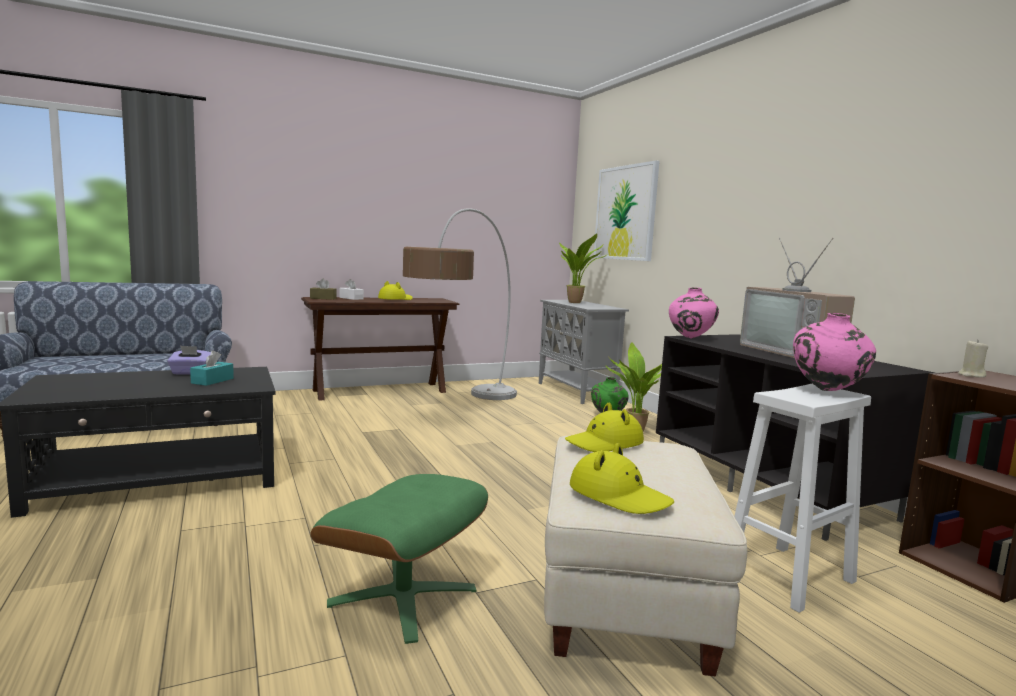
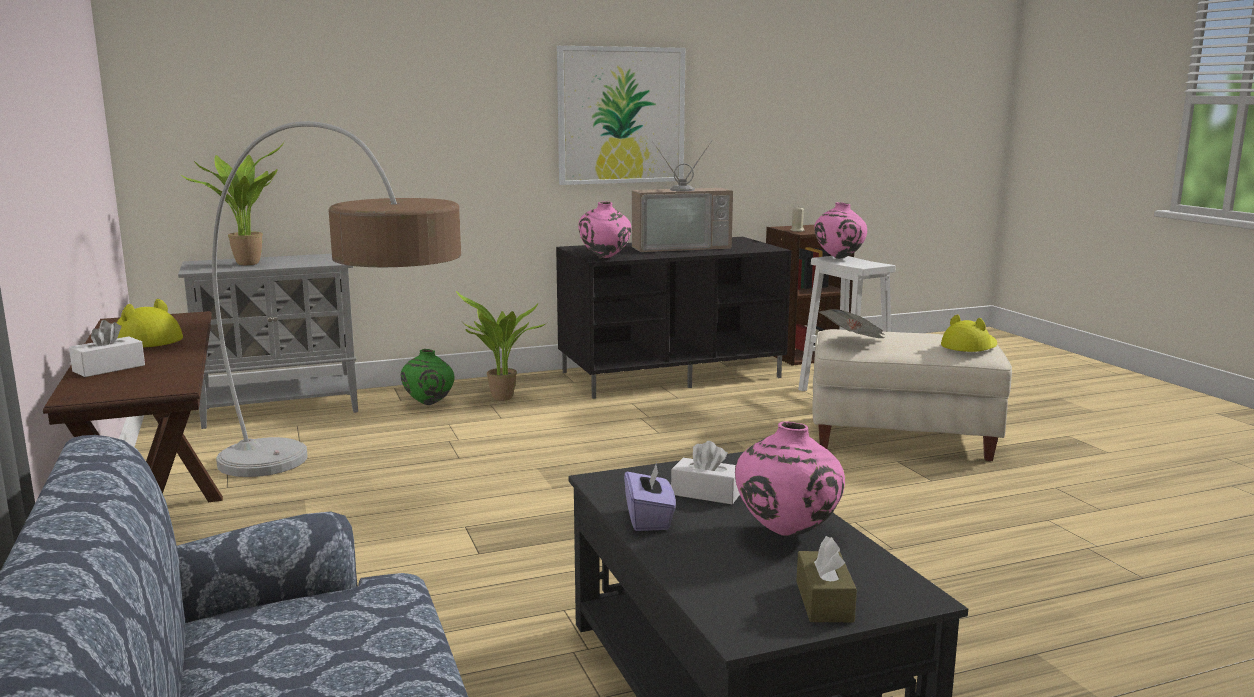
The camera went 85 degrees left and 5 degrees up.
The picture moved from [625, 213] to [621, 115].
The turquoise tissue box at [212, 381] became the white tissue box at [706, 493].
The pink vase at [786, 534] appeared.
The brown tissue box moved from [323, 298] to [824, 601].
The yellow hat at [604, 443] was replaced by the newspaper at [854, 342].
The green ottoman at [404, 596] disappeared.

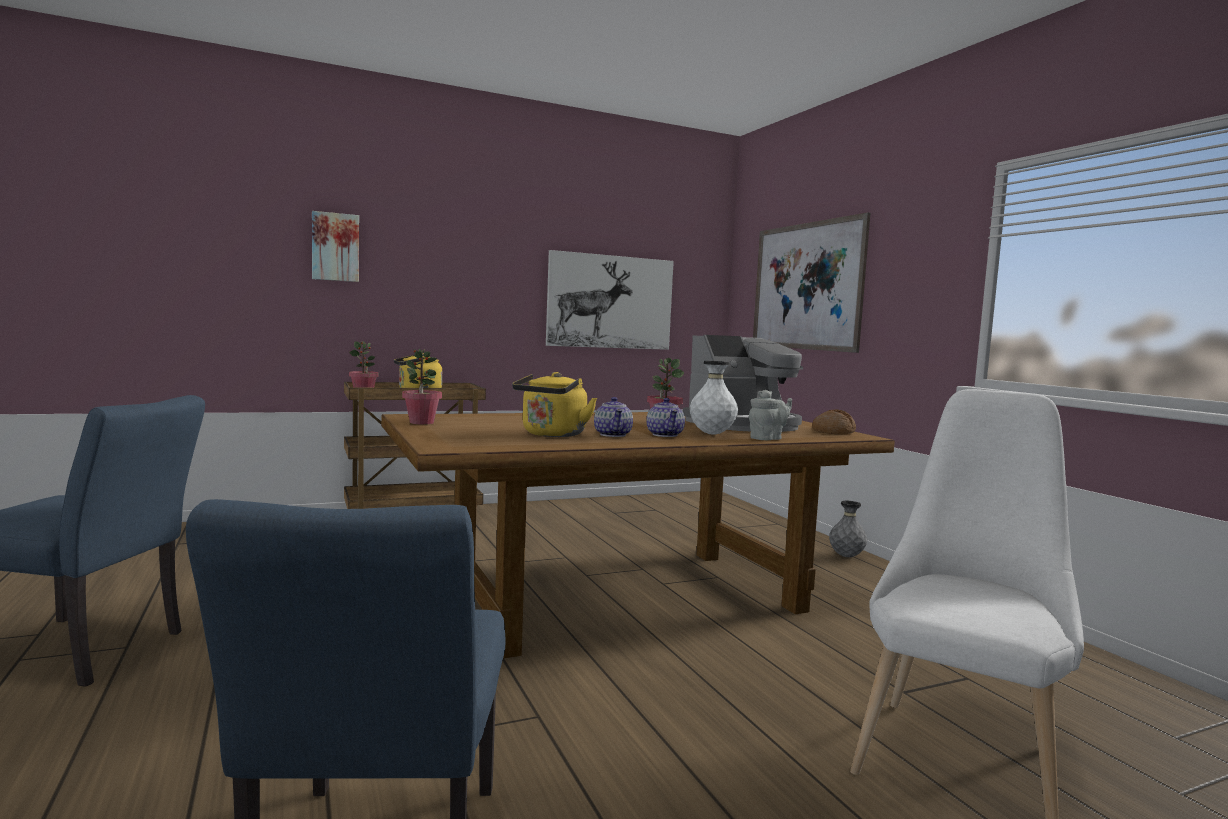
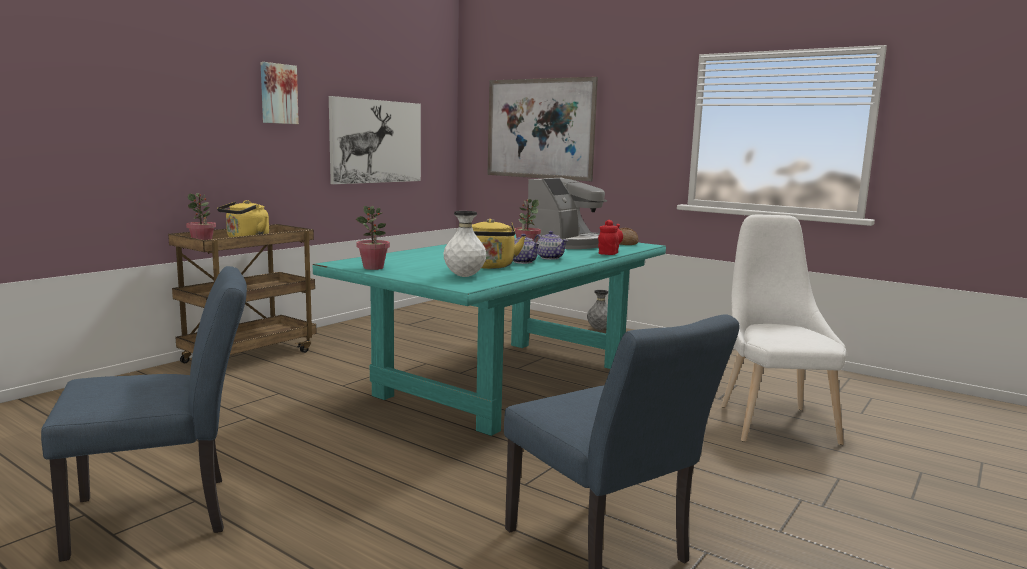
The camera went 30 degrees left and 5 degrees up.
The picture moved from [335, 247] to [278, 94].
The brown dining table at [627, 595] became the turquoise dining table at [507, 380].
The white vase moved from [712, 434] to [464, 276].
The grey teapot at [768, 439] became the red teapot at [609, 253].

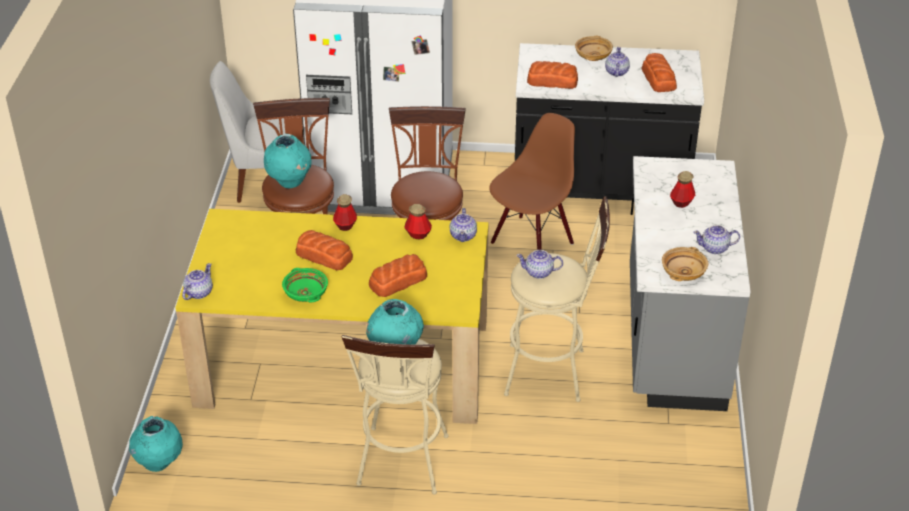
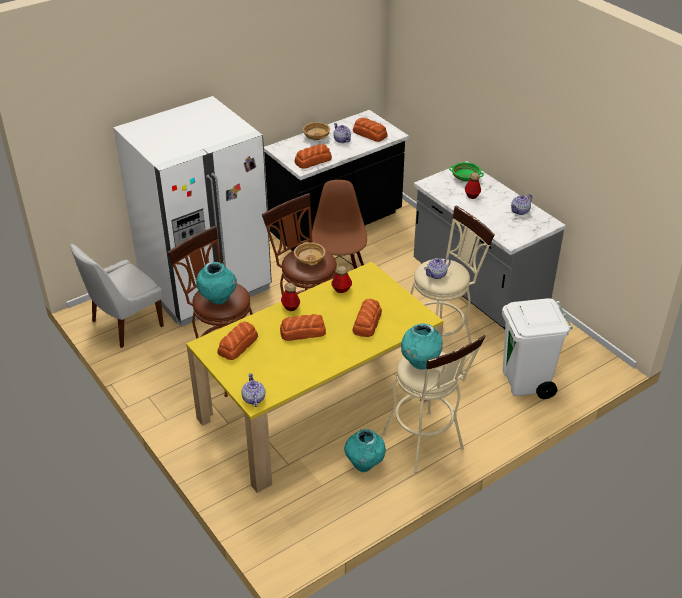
The camera went 40 degrees left and 0 degrees up.
The bread at [238, 345] appeared.
The beige bowl moved from [683, 272] to [309, 259].
The turquoise vase moved from [159, 463] to [364, 464].
The green bowl moved from [306, 294] to [466, 177].
The white trash can at [526, 382] appeared.
The teapot at [463, 235] disappeared.

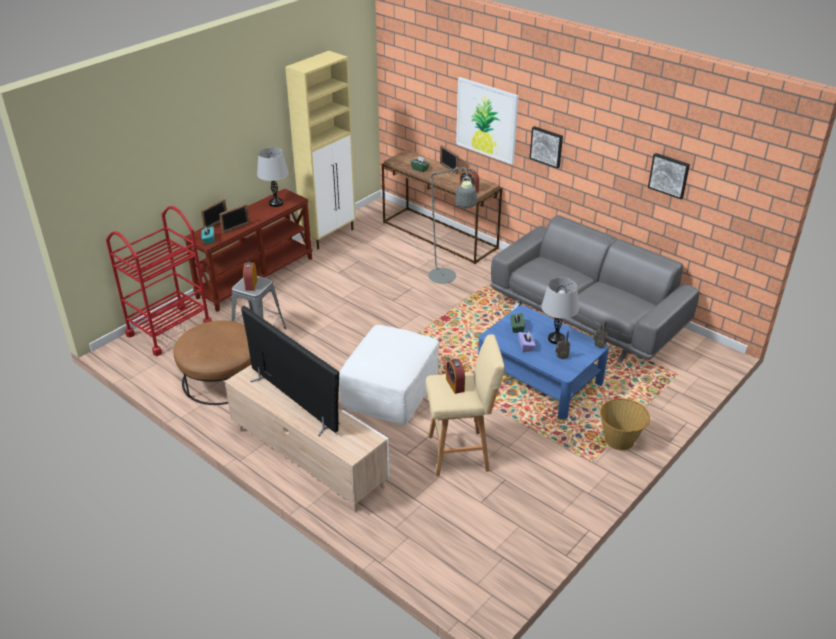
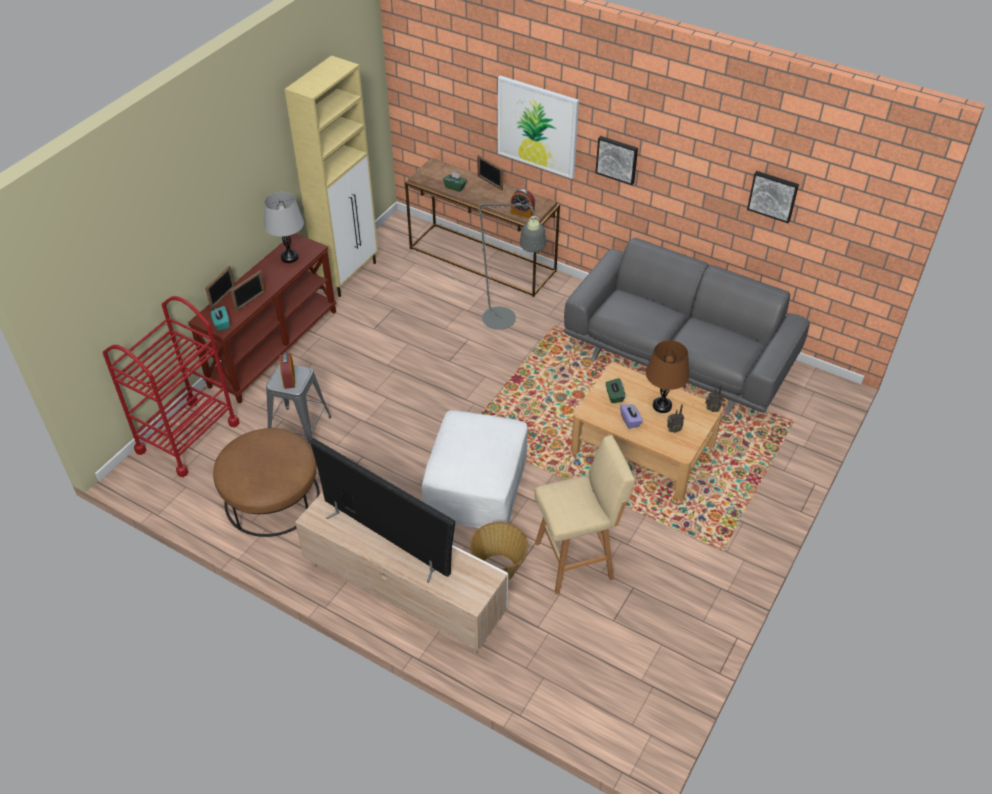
The camera went 10 degrees left and 10 degrees up.
The basket moved from [620, 440] to [498, 569].
The blue coffee table at [539, 378] became the beige coffee table at [643, 448].
The grey table lamp at [556, 339] became the brown table lamp at [662, 406].
The alarm clock at [455, 385] disappeared.

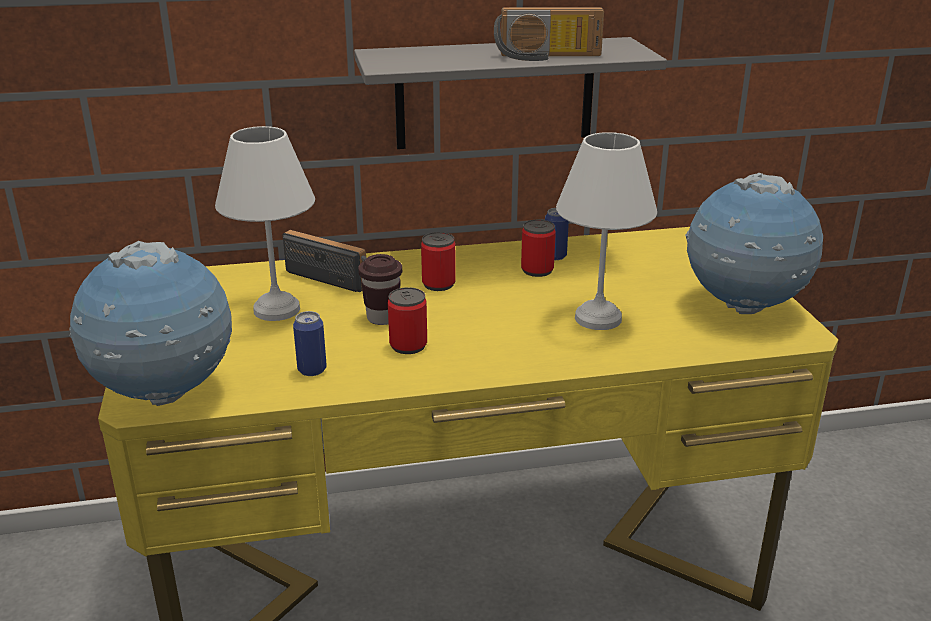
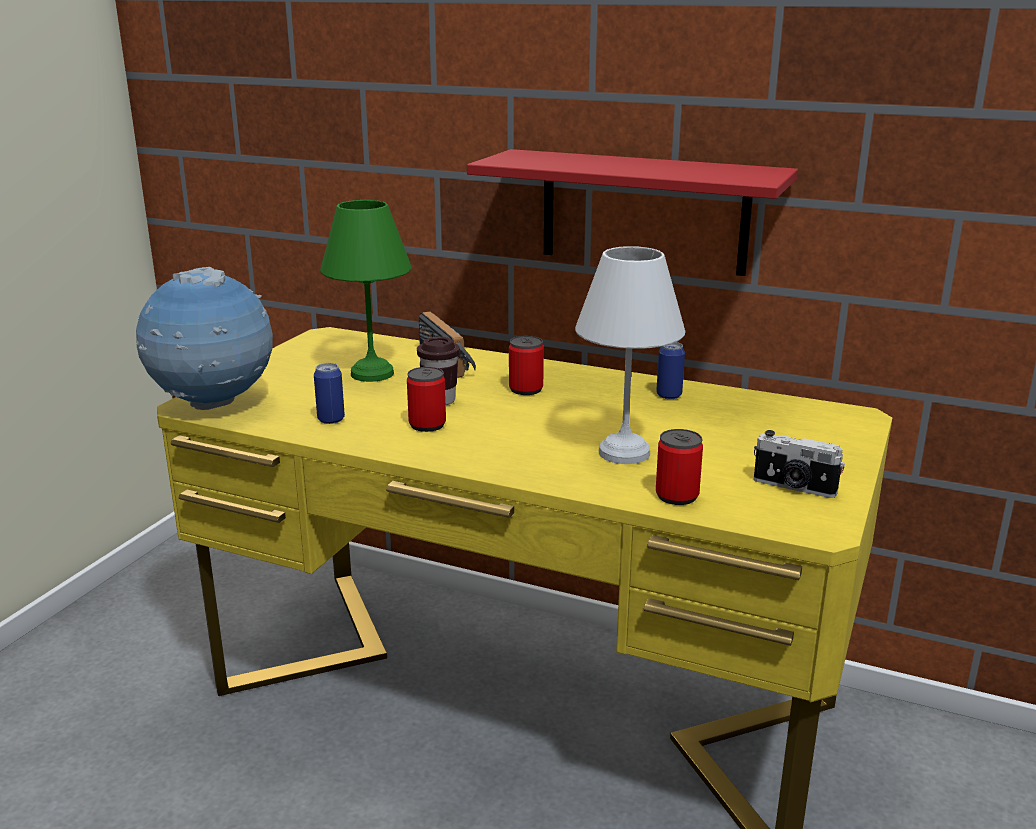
The camera went 35 degrees right and 5 degrees down.
The white table lamp at [278, 309] became the green table lamp at [374, 373].
The grey shelf at [495, 93] became the red shelf at [644, 212].
The can moved from [537, 270] to [677, 496].
The globe at [743, 308] was replaced by the photo camera at [794, 487].
The radio at [547, 57] disappeared.

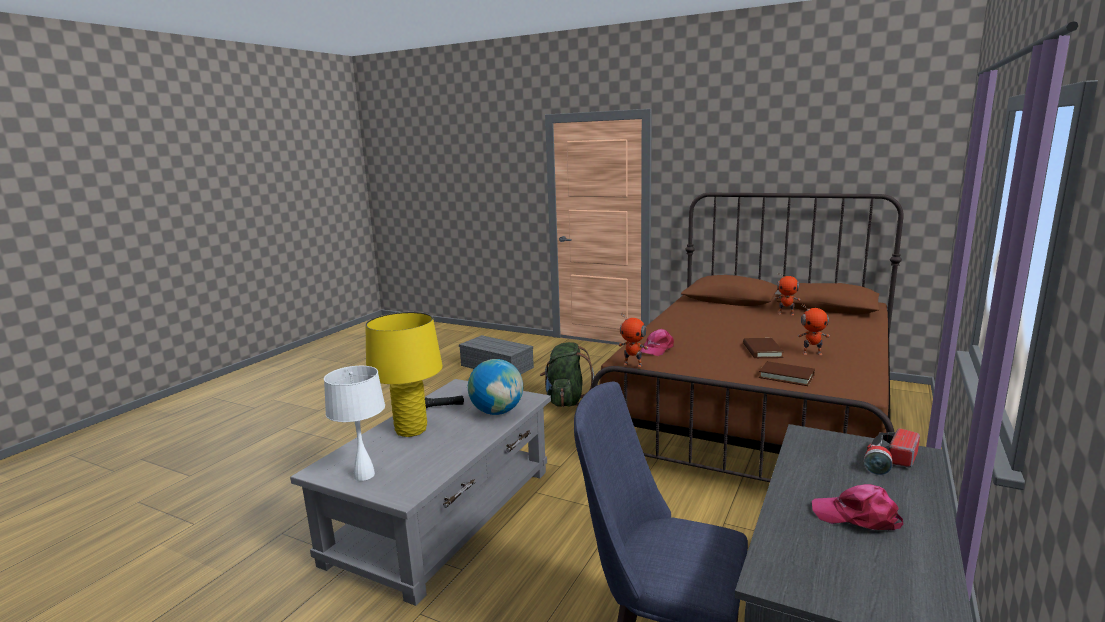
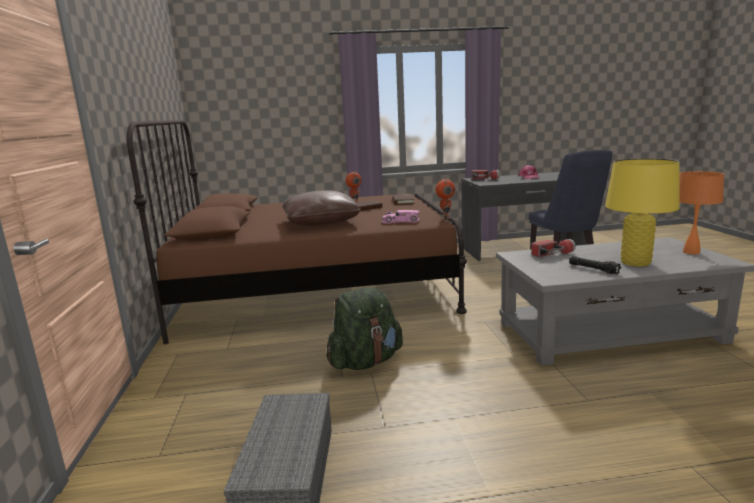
The camera went 125 degrees left and 0 degrees up.
The brown pillow at [321, 222] appeared.
The pink cap at [657, 349] was replaced by the pink toy car at [400, 221].
The globe at [497, 412] was replaced by the flashlight at [553, 254].
The white table lamp at [364, 475] became the orange table lamp at [691, 252].
The toy robot at [786, 314] disappeared.

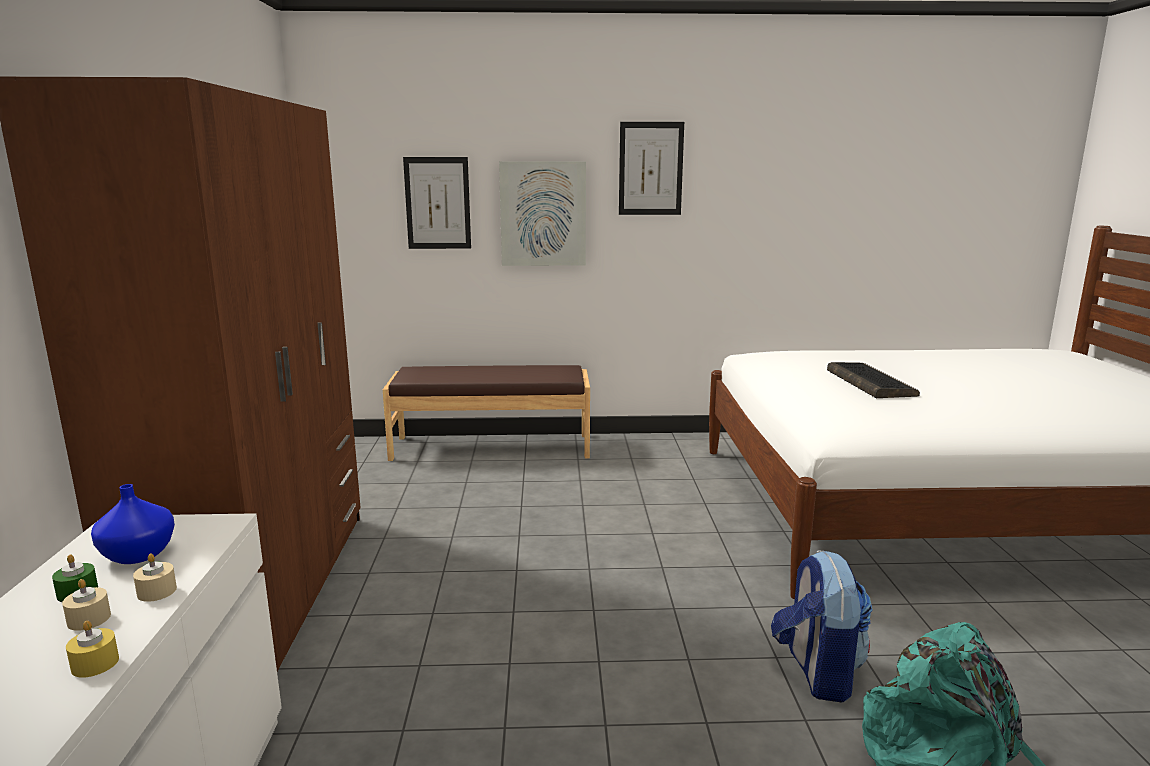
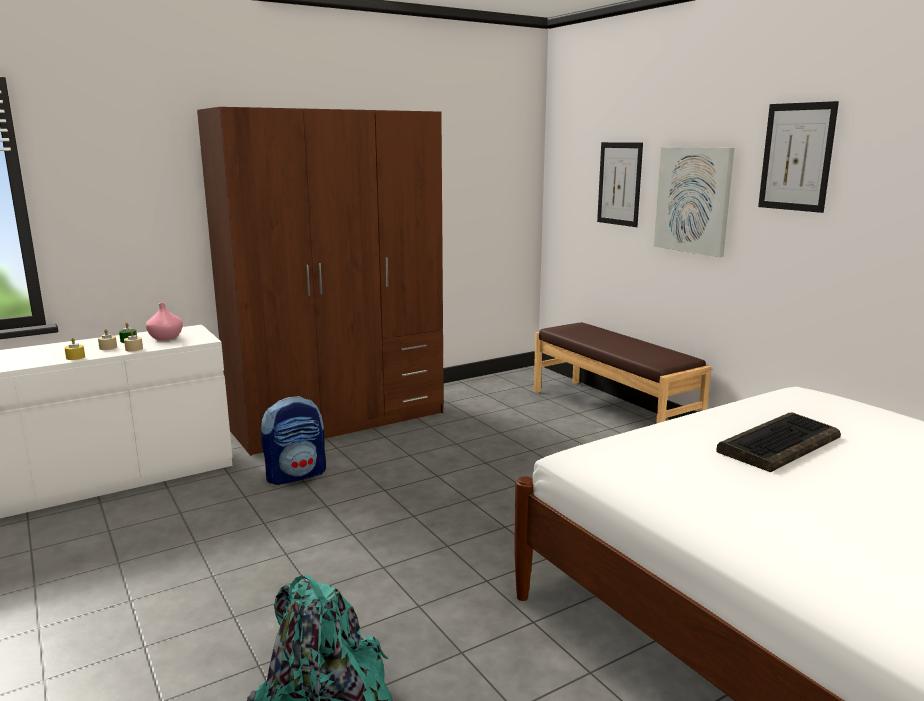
The camera went 60 degrees right and 0 degrees up.
The blue vase at [139, 555] became the pink vase at [165, 338].
The backpack moved from [817, 672] to [296, 475].

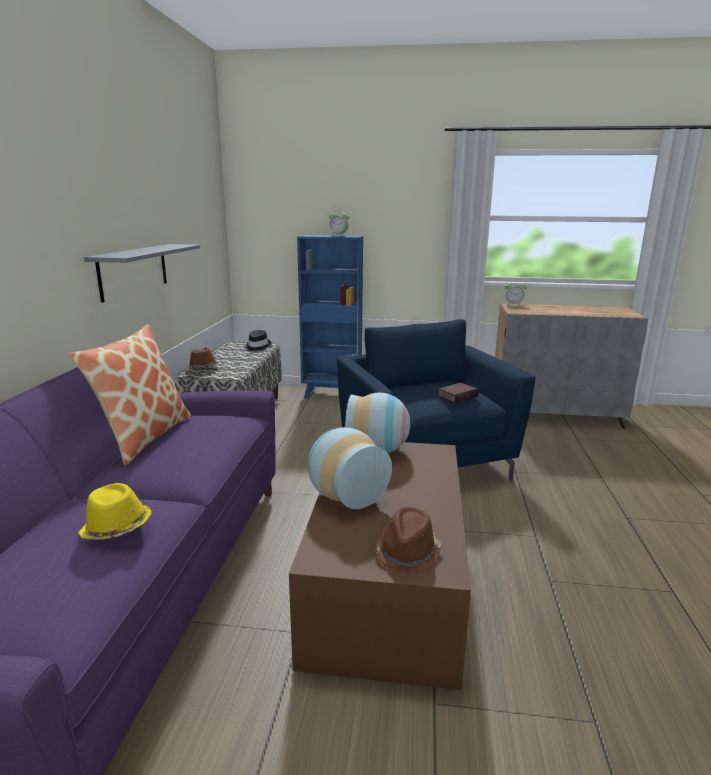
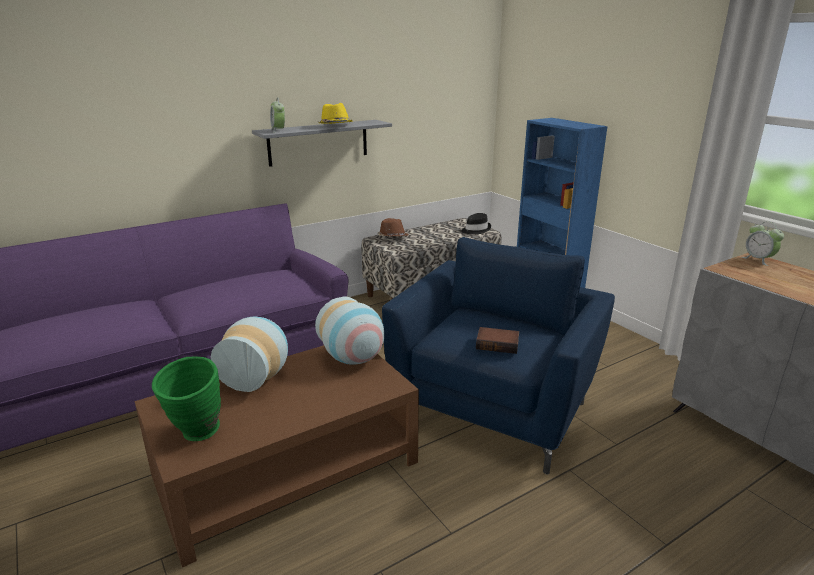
The camera went 50 degrees right and 5 degrees up.
The brown hat at [408, 552] was replaced by the green vase at [196, 435].
The alarm clock moved from [339, 236] to [278, 131].
The yellow hat moved from [116, 529] to [335, 126].
The pillow at [144, 437] disappeared.

